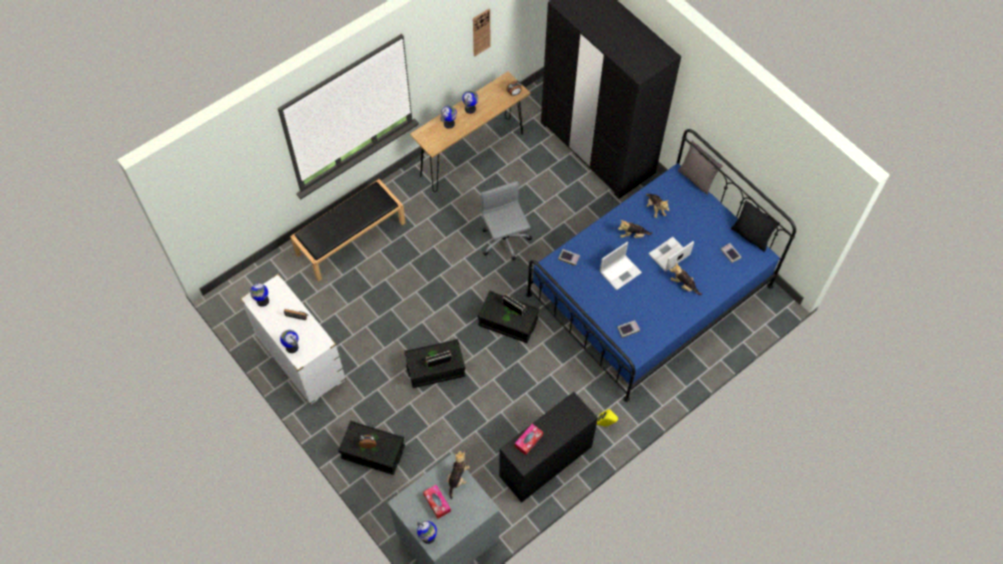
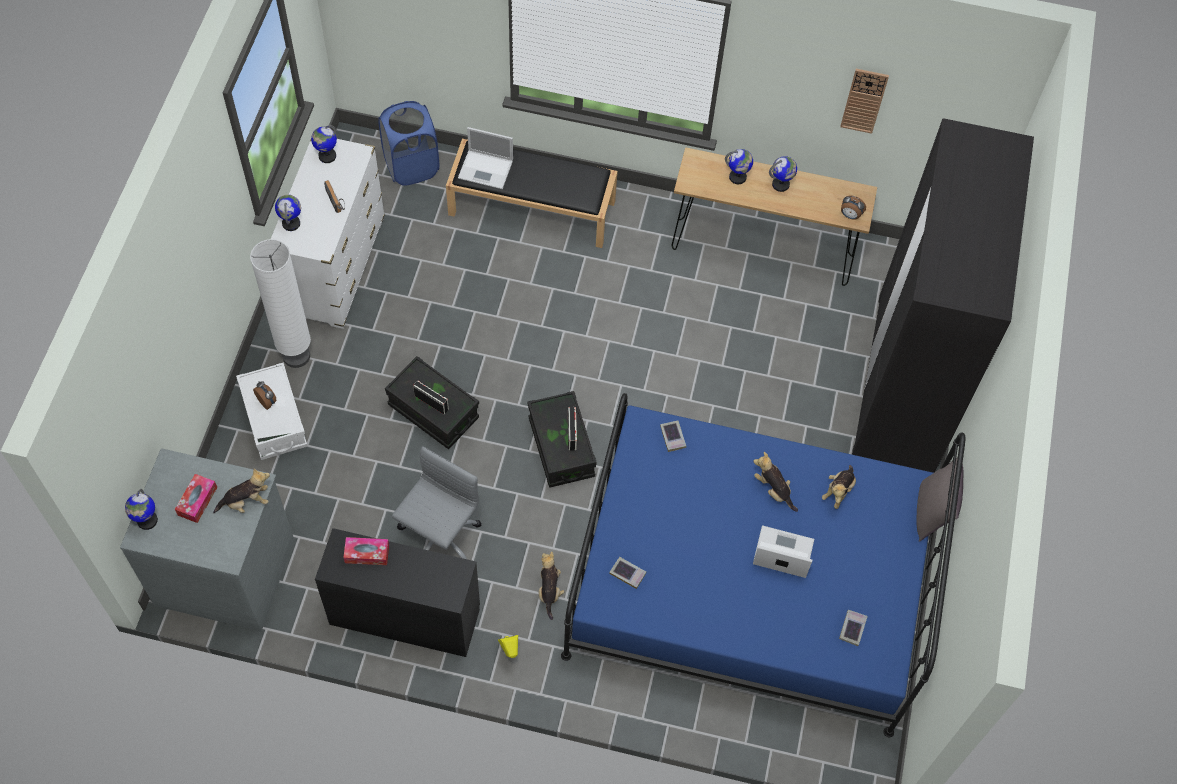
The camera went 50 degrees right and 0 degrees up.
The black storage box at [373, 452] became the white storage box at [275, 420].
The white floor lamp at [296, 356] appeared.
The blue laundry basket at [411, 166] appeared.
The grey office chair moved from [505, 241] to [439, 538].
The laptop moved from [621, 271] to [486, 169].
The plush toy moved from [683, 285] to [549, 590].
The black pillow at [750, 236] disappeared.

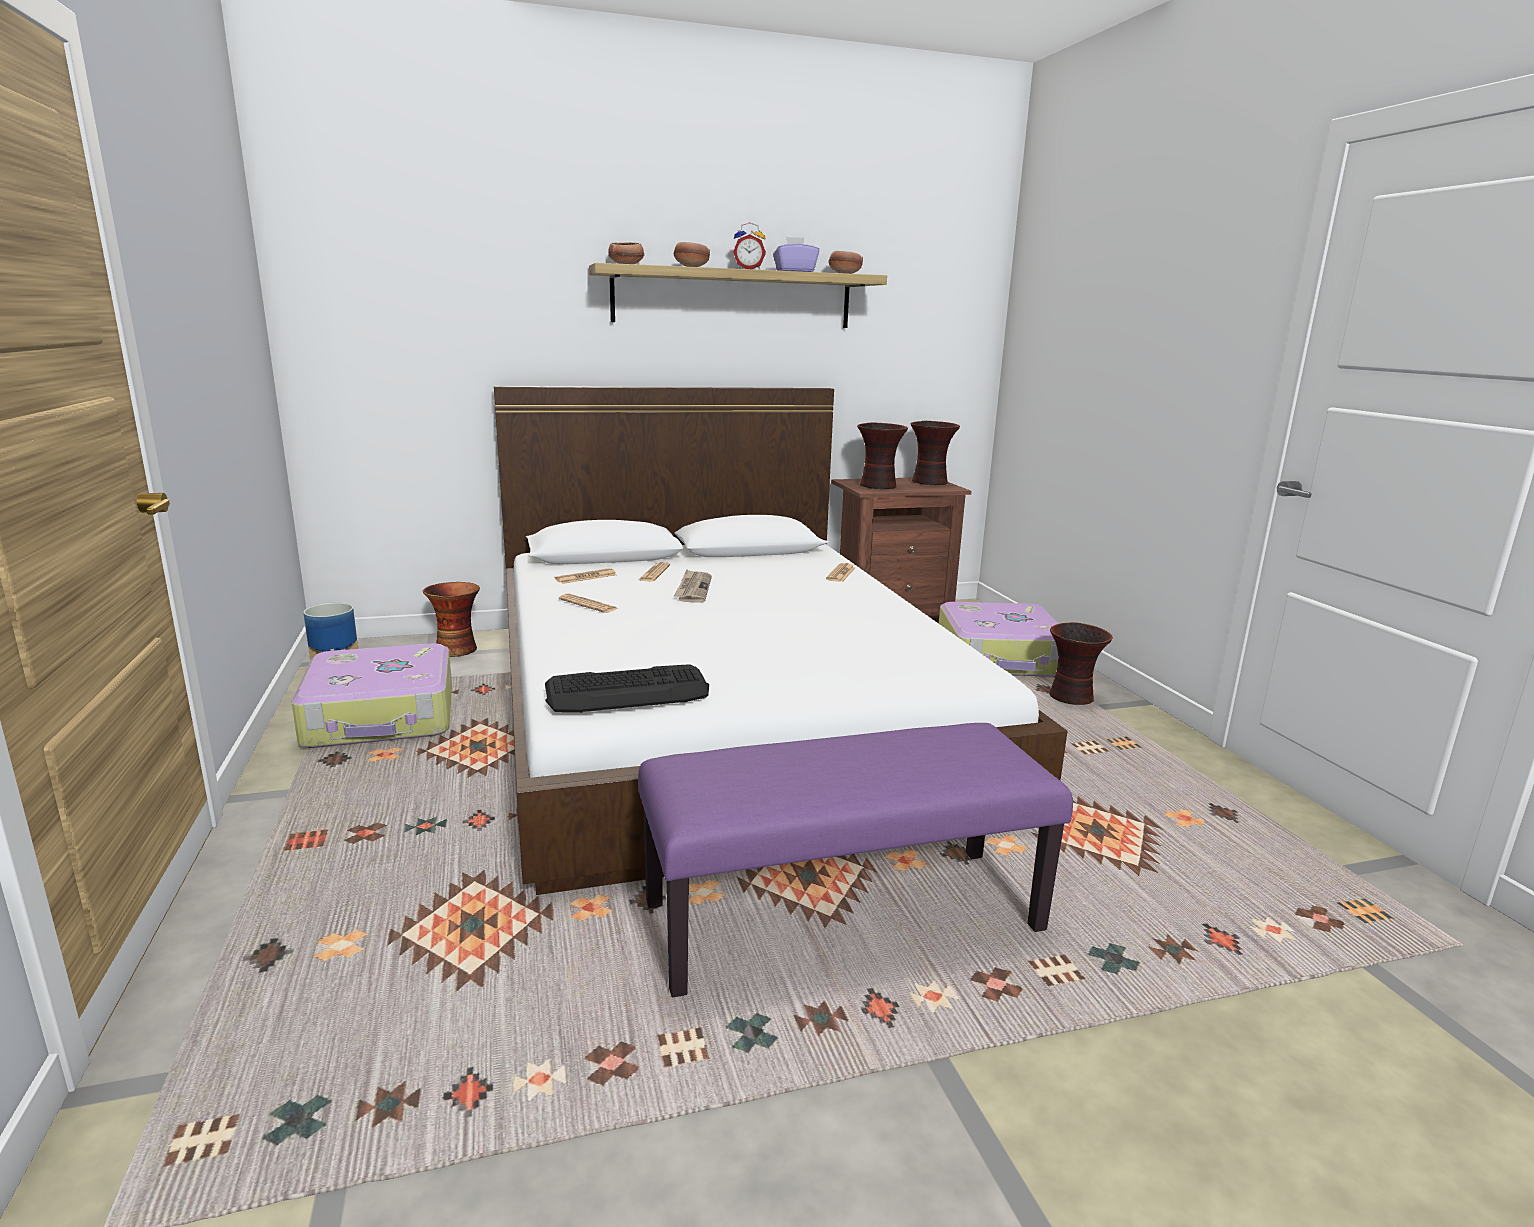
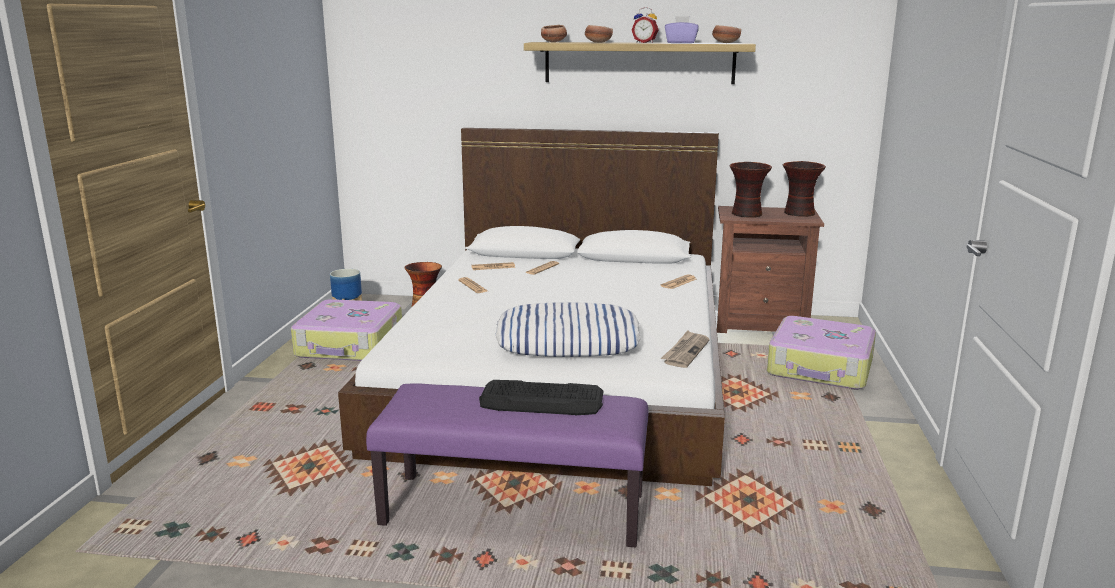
The camera went 25 degrees right and 0 degrees up.
The keyboard moved from [628, 691] to [542, 400].
The pillow at [568, 341] appeared.
The newspaper moved from [693, 589] to [685, 351].
The vase at [1072, 698] disappeared.

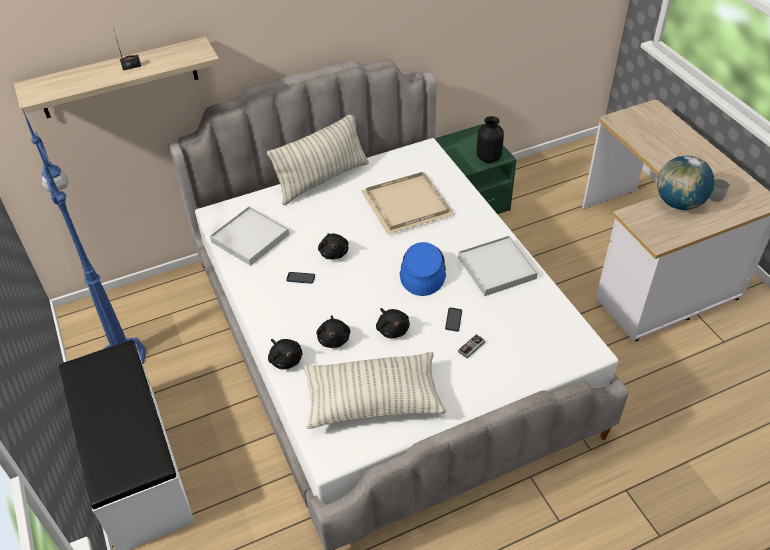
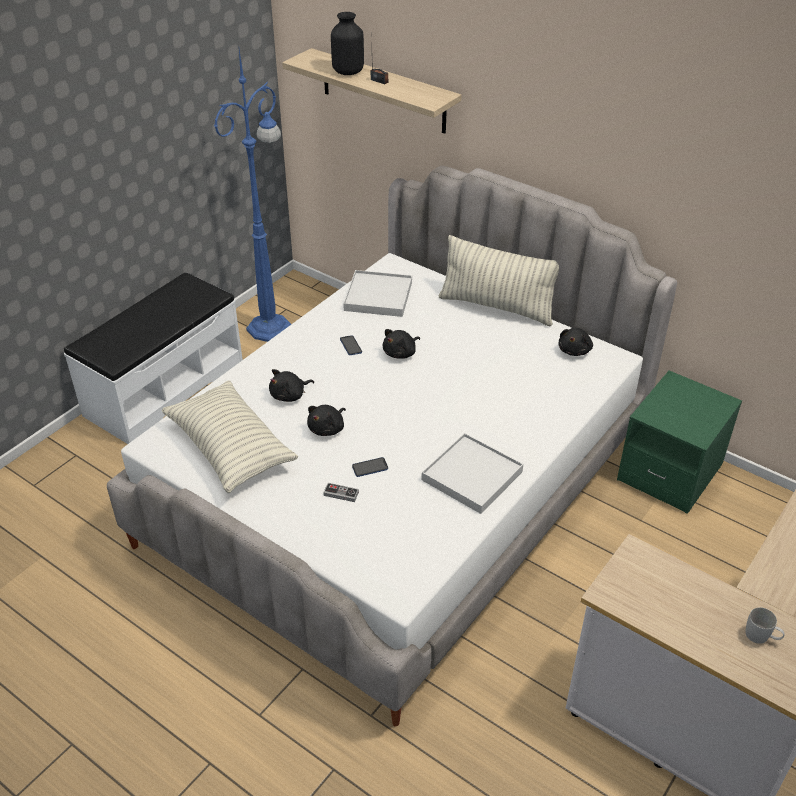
The camera went 60 degrees right and 5 degrees down.
The black vase moved from [488, 157] to [348, 71].
The black plush toy moved from [285, 359] to [575, 350].
The beige tray at [408, 205] disappeared.
The blue hat at [422, 270] disappeared.
The globe at [678, 203] disappeared.

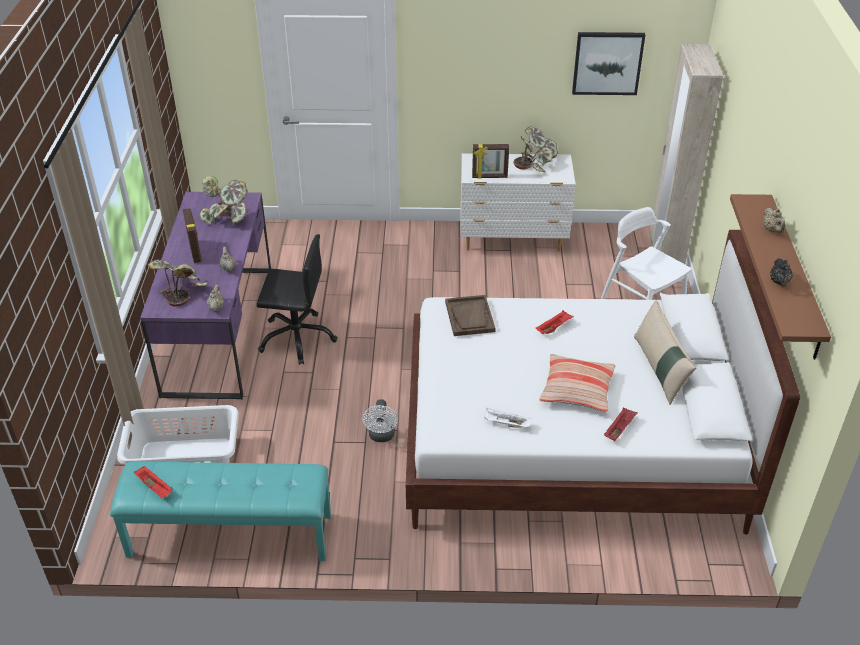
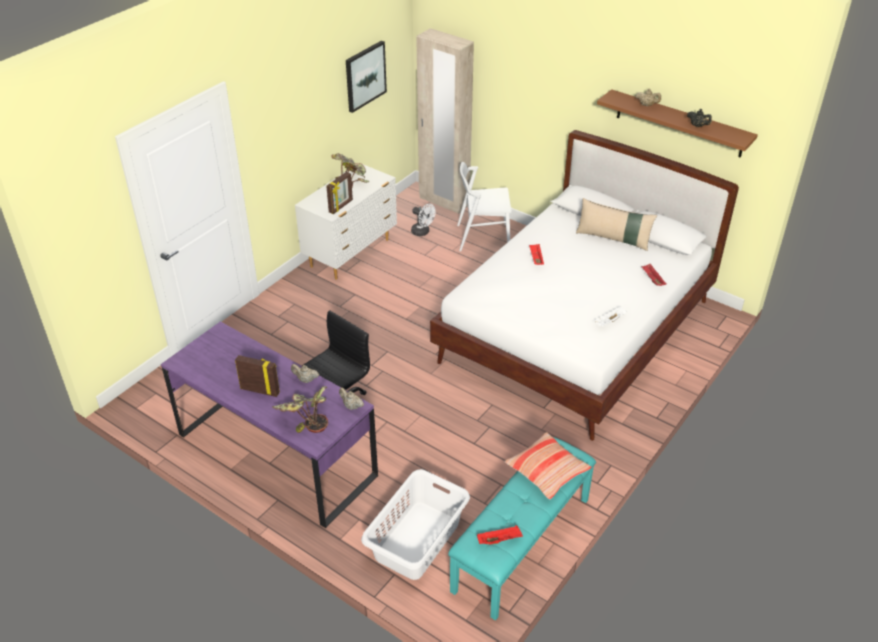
The camera went 55 degrees left and 0 degrees up.
The white fan moved from [381, 437] to [423, 232].
The pillow moved from [577, 390] to [547, 471].
The potted plant at [227, 217] disappeared.
The brown tray at [470, 317] disappeared.

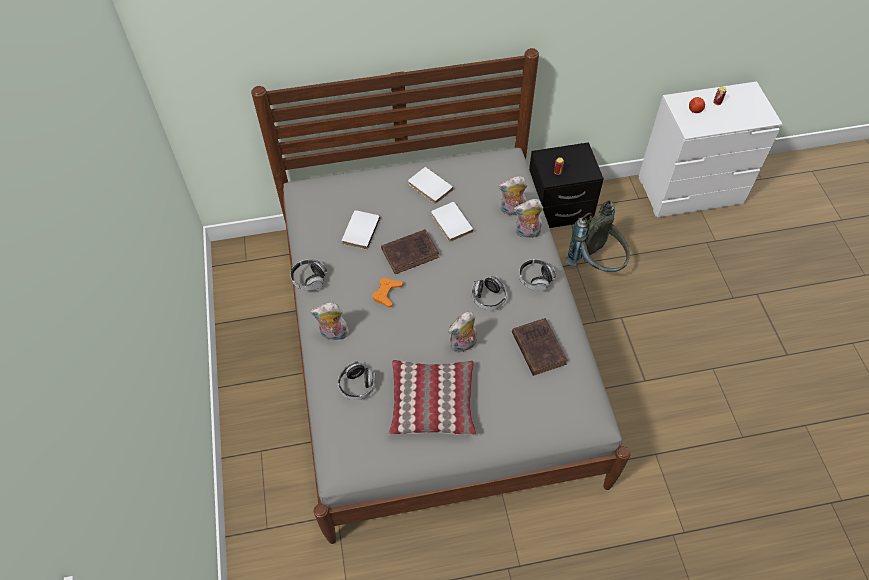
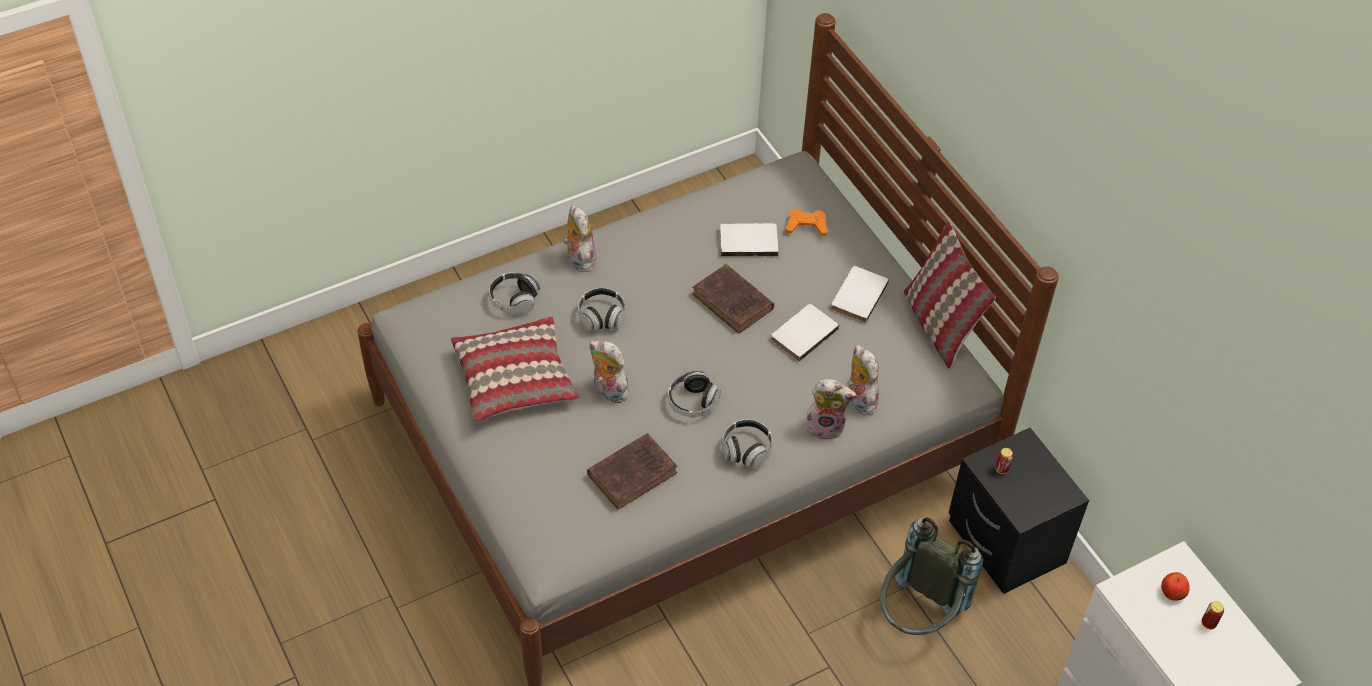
The camera went 70 degrees right and 5 degrees down.
The headphones moved from [309, 279] to [602, 317].
The orange game controller moved from [387, 293] to [806, 226].
The plush toy at [527, 233] turned 120 degrees clockwise.
The pillow at [938, 326] appeared.

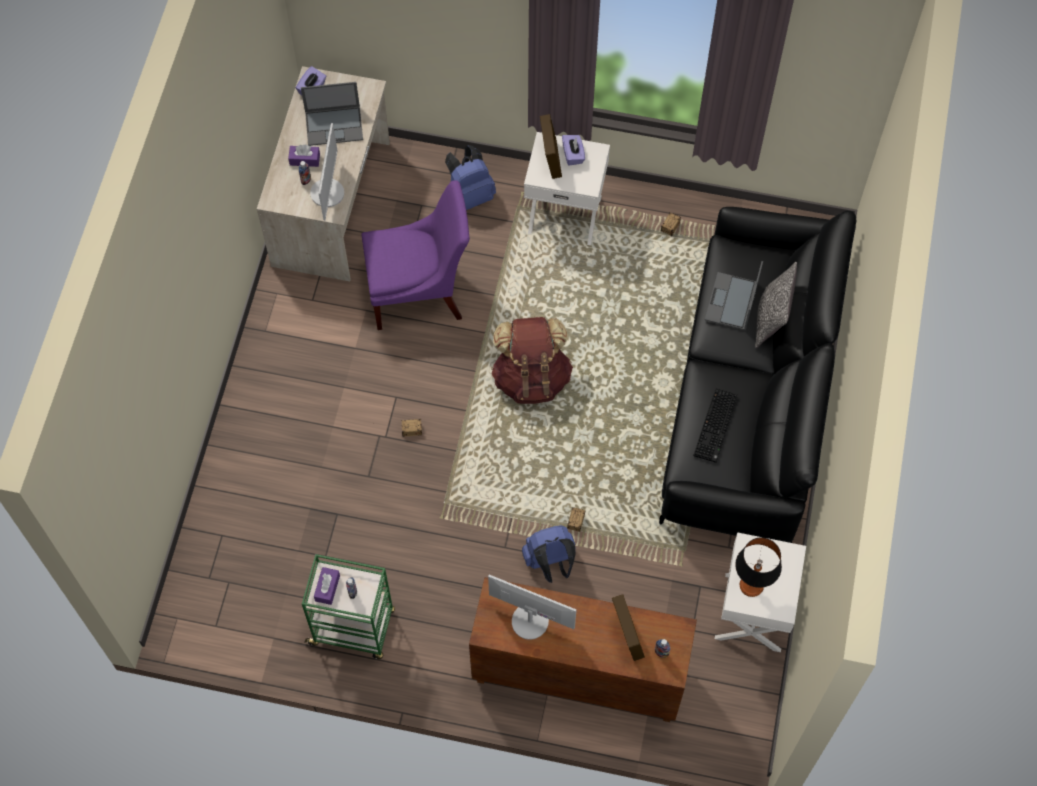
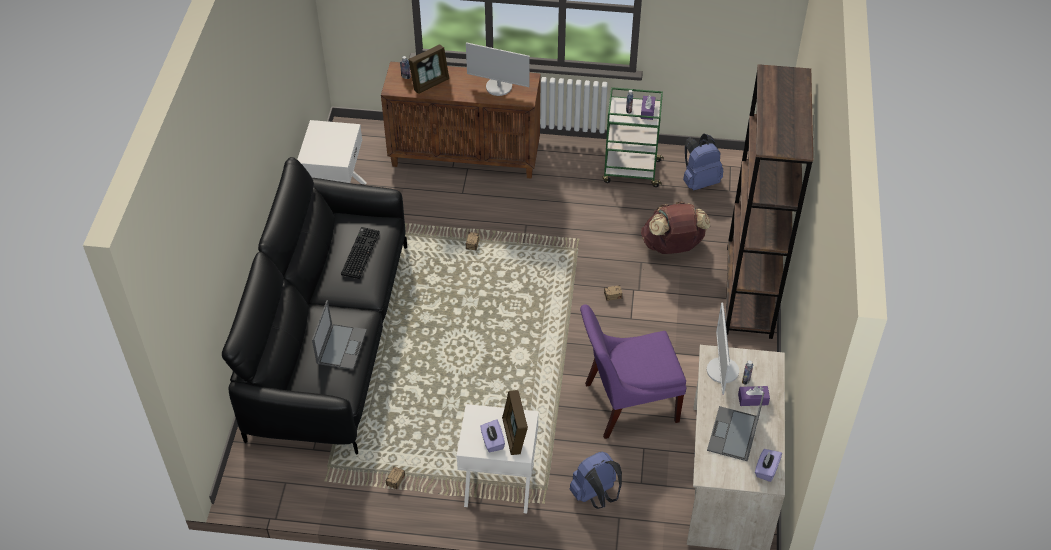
The camera went 175 degrees right and 15 degrees down.
The picture frame at [626, 636] turned 105 degrees counterclockwise.
The brown backpack moved from [531, 377] to [672, 247].
The blue backpack moved from [550, 562] to [699, 181].
The laptop at [334, 125] turned 60 degrees counterclockwise.
The brown bookcase at [749, 292] appeared.
The table lamp at [751, 586] disappeared.
The pillow at [771, 320] disappeared.

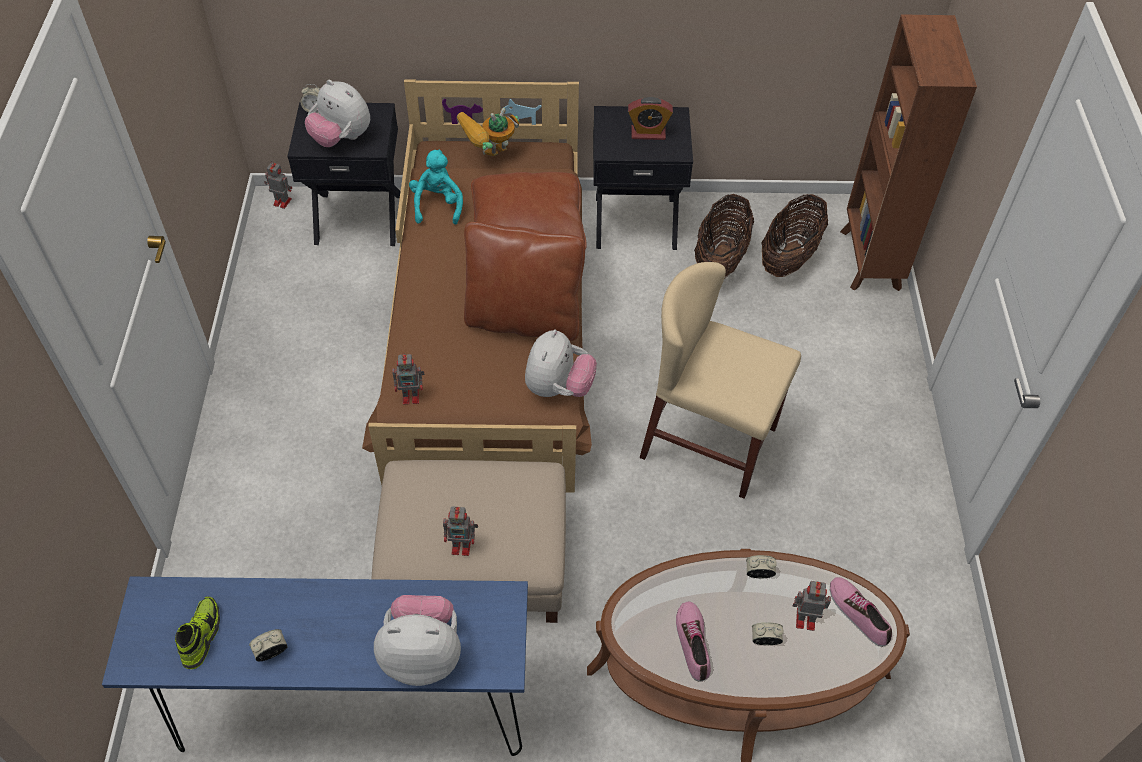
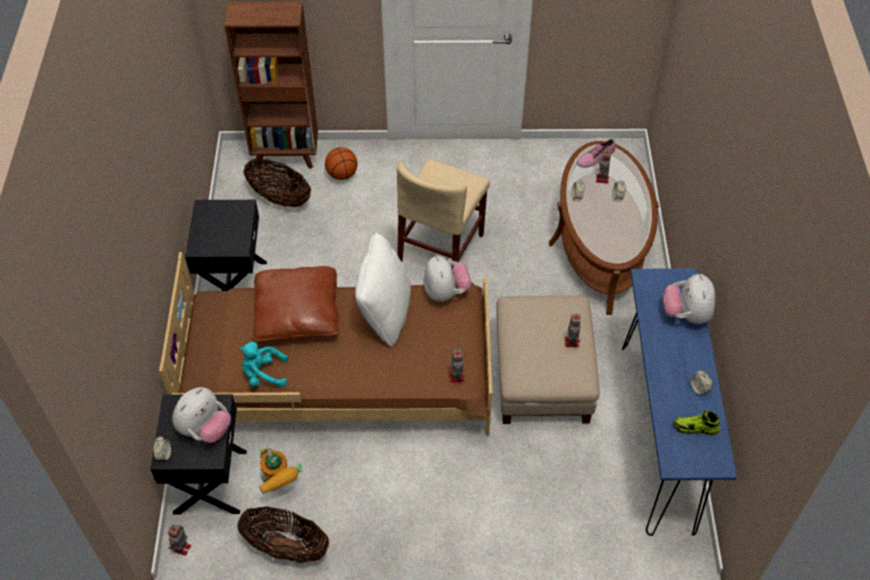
The camera went 90 degrees left and 0 degrees up.
The basket moved from [720, 259] to [286, 547].
The toy robot moved from [490, 159] to [280, 485].
The basketball at [342, 174] appeared.
The brown pillow at [523, 319] became the white pillow at [385, 313].
The plush toy at [558, 387] turned 60 degrees clockwise.
The alarm clock at [648, 133] disappeared.
The shoe at [694, 642] disappeared.

